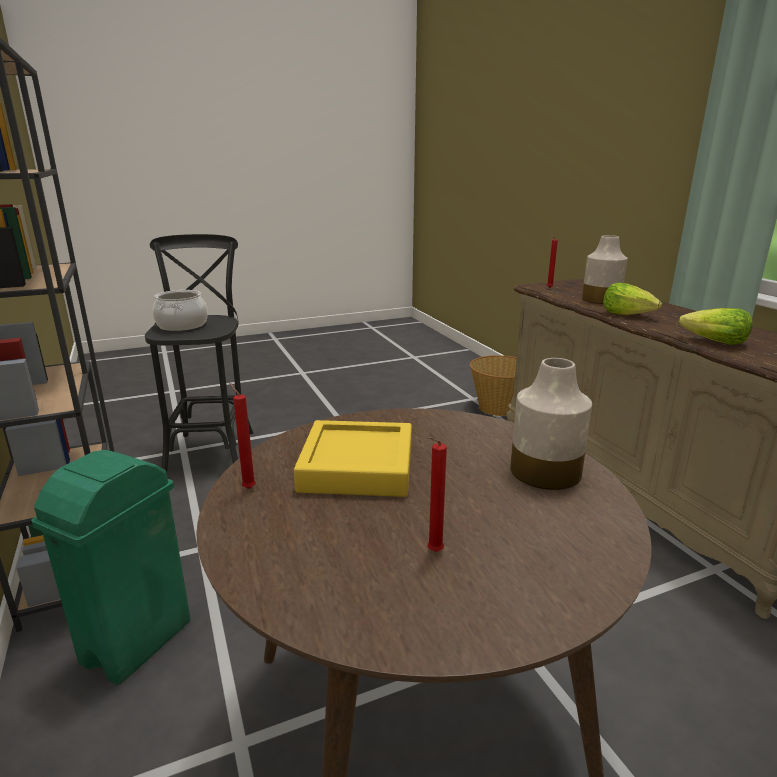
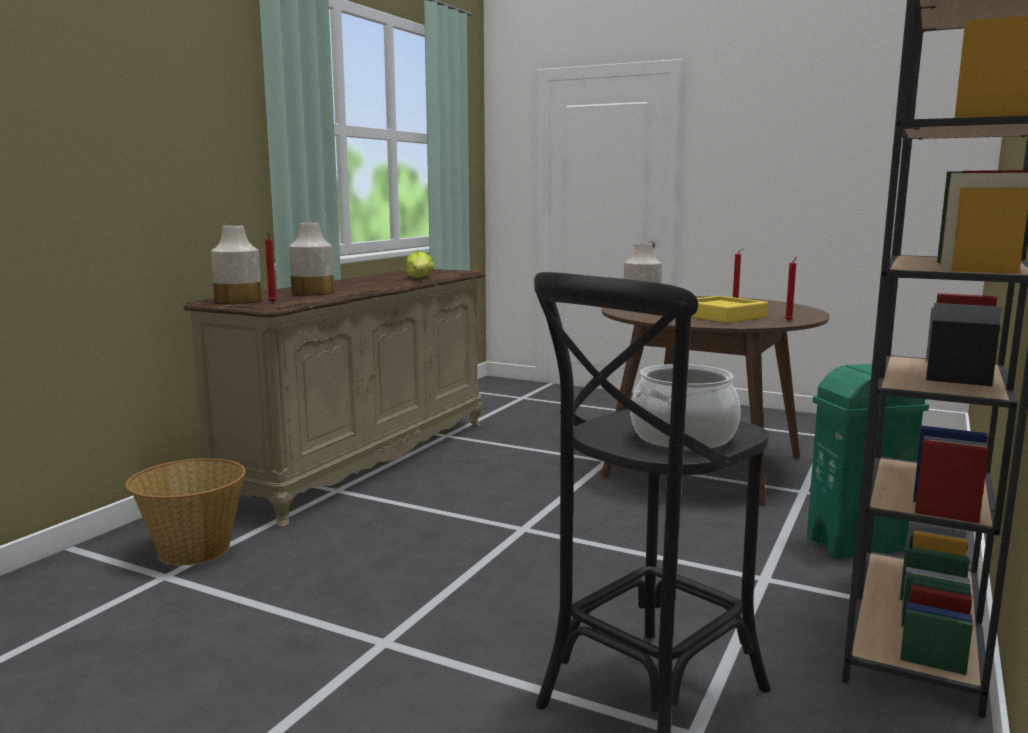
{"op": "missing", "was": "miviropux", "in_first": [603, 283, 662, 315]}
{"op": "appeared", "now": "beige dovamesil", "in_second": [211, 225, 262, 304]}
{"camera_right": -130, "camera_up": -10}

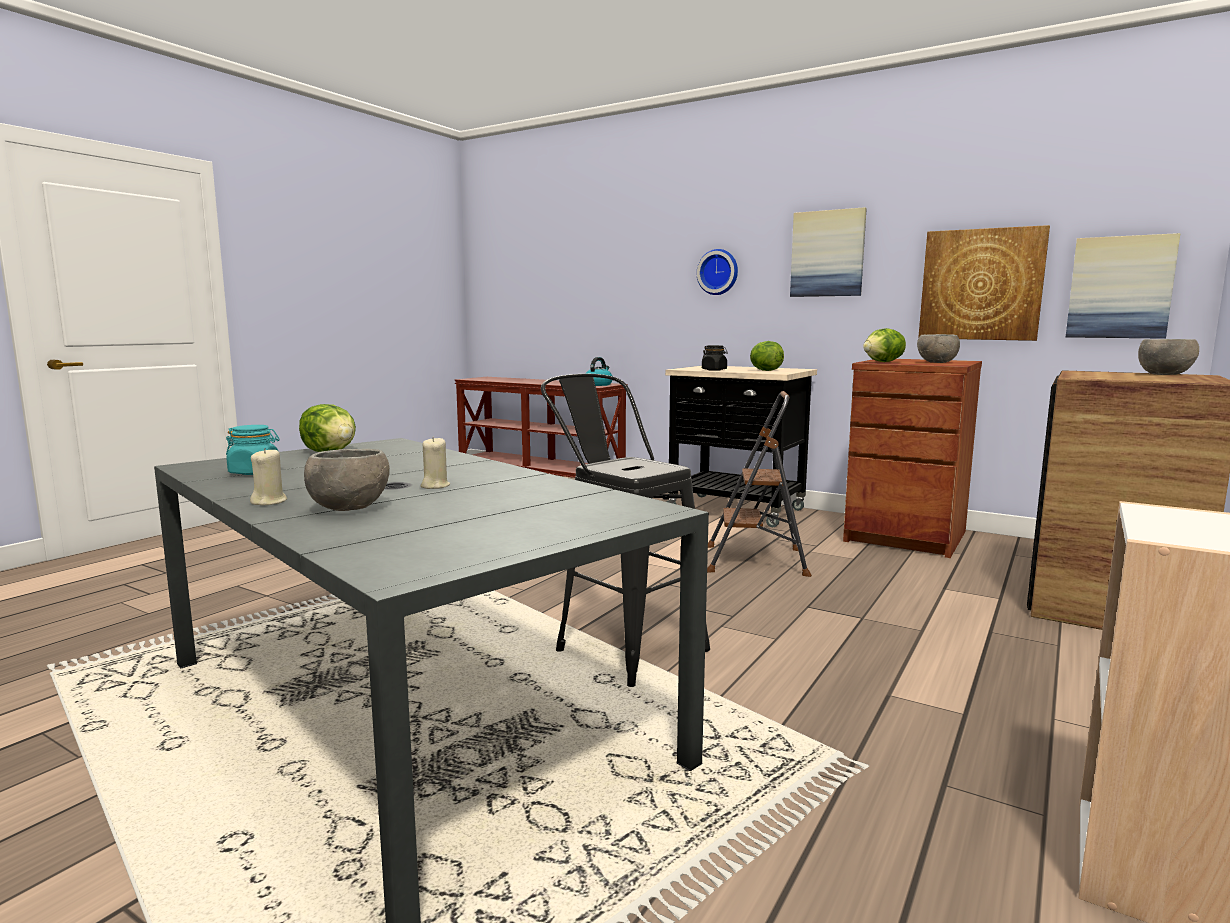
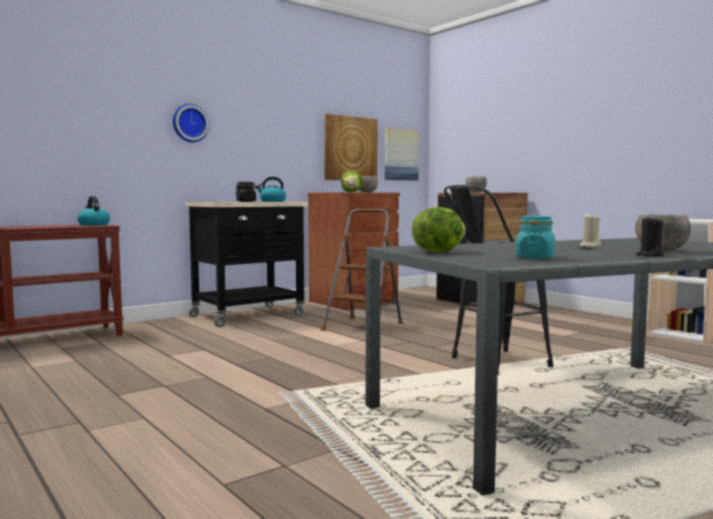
{"op": "missing", "was": "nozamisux", "in_first": [790, 207, 867, 297]}
{"op": "exchanged", "was": "miviropux", "now": "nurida", "in_first": [750, 341, 784, 371], "in_second": [257, 177, 286, 202]}
{"op": "colour", "was": "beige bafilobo", "now": "black bafilobo", "in_first": [250, 448, 287, 506], "in_second": [636, 216, 664, 256]}
{"camera_right": -70, "camera_up": -5}

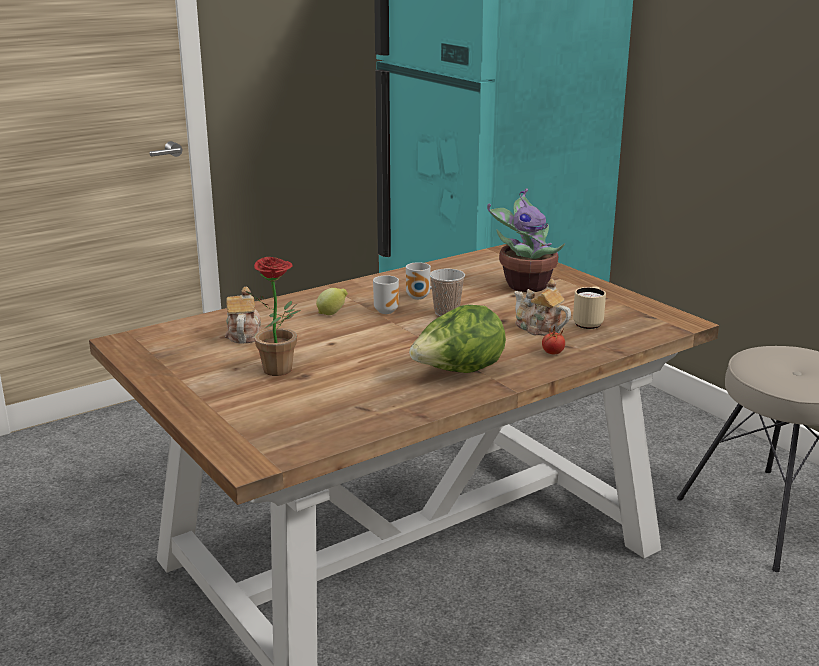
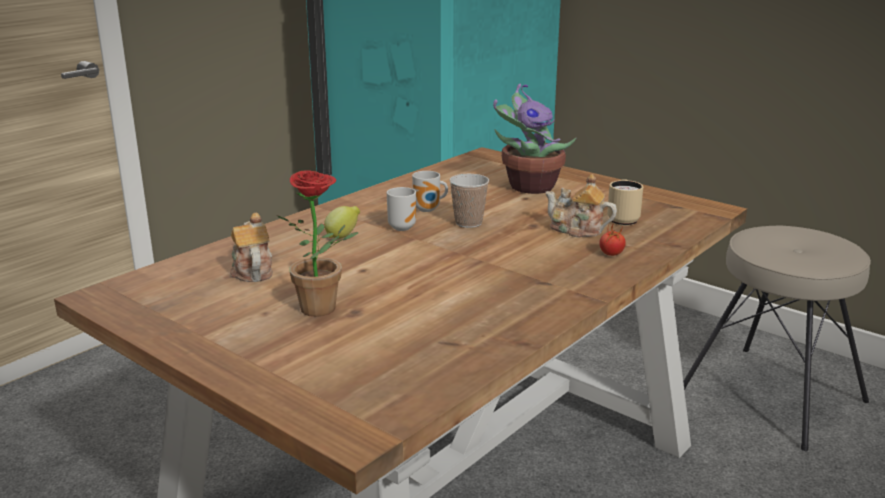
{"op": "missing", "was": "miviropux", "in_first": [409, 305, 506, 373]}
{"camera_right": -15, "camera_up": 0}

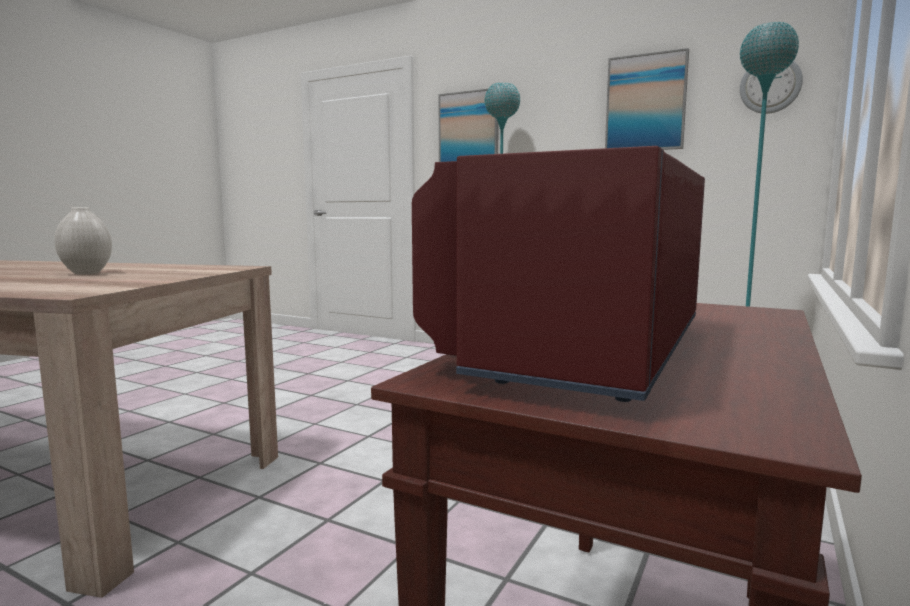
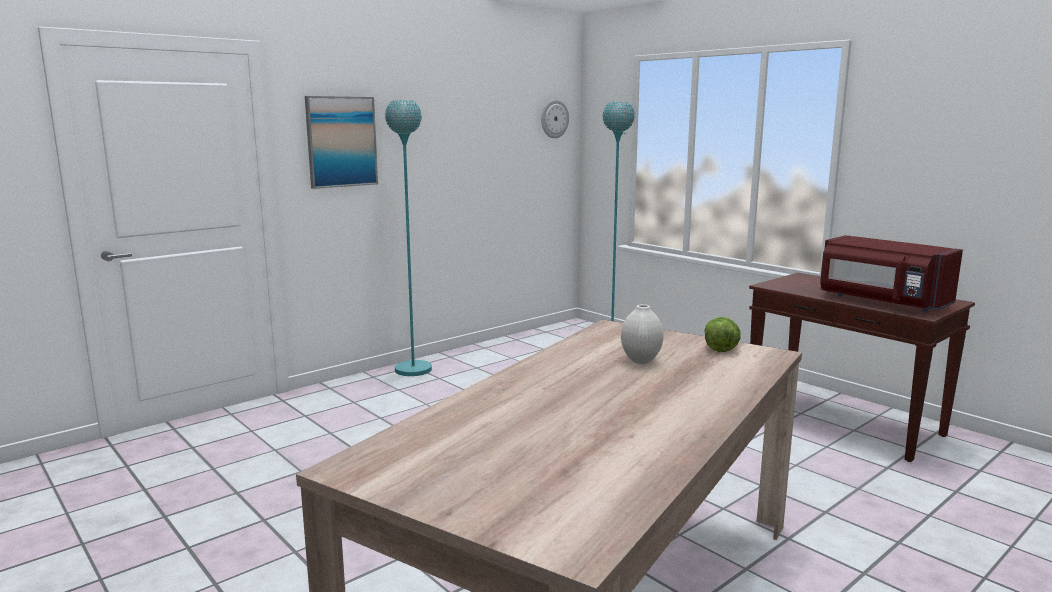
{"op": "missing", "was": "nozamisux", "in_first": [605, 48, 689, 150]}
{"op": "appeared", "now": "miviropux", "in_second": [705, 317, 741, 352]}
{"camera_right": -70, "camera_up": 5}

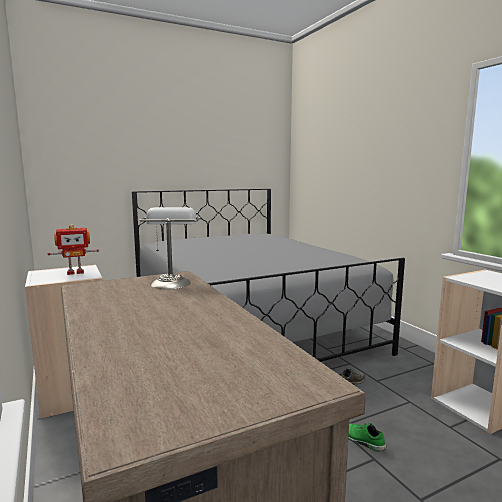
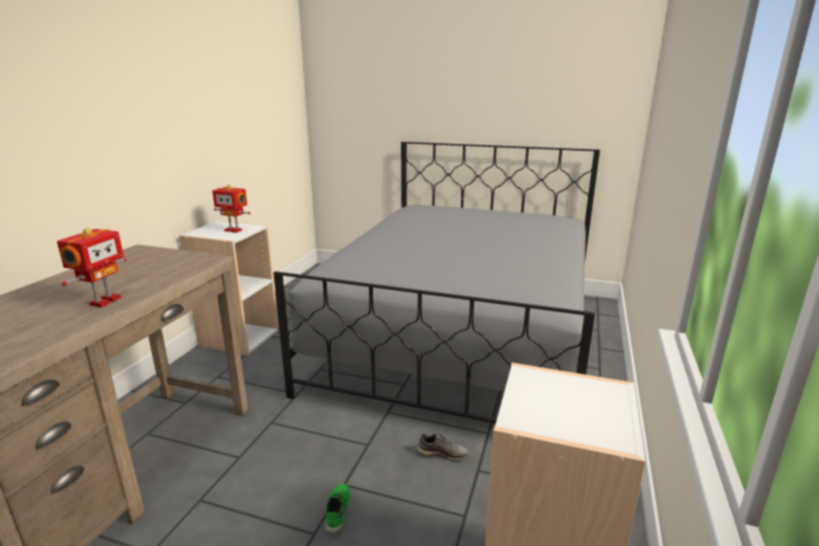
{"op": "missing", "was": "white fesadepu", "in_first": [139, 207, 201, 289]}
{"op": "appeared", "now": "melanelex", "in_second": [57, 228, 127, 307]}
{"camera_right": 45, "camera_up": 10}

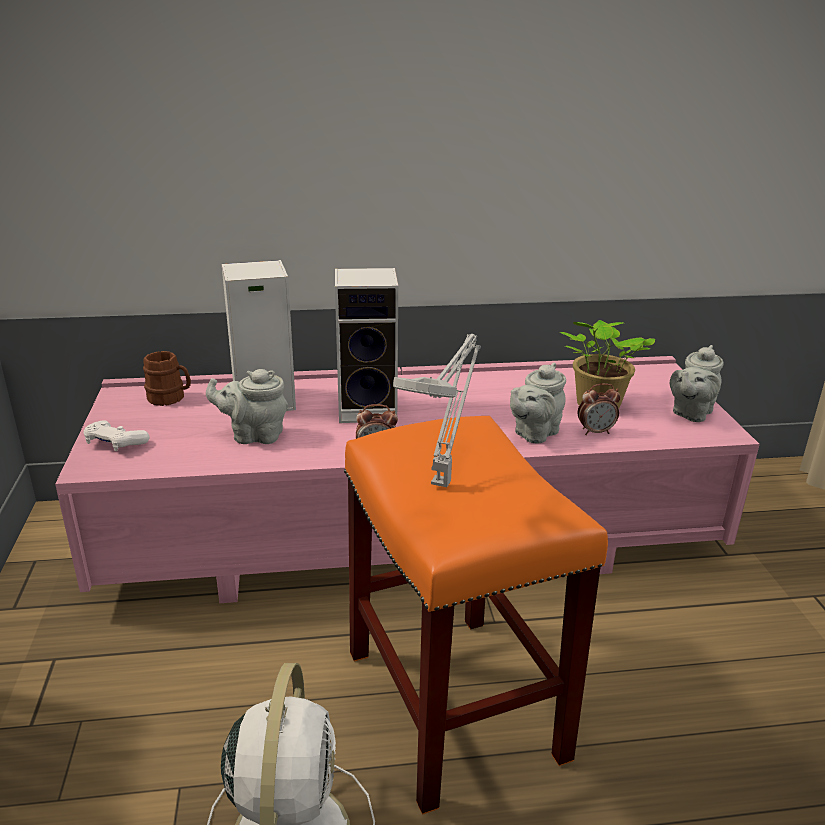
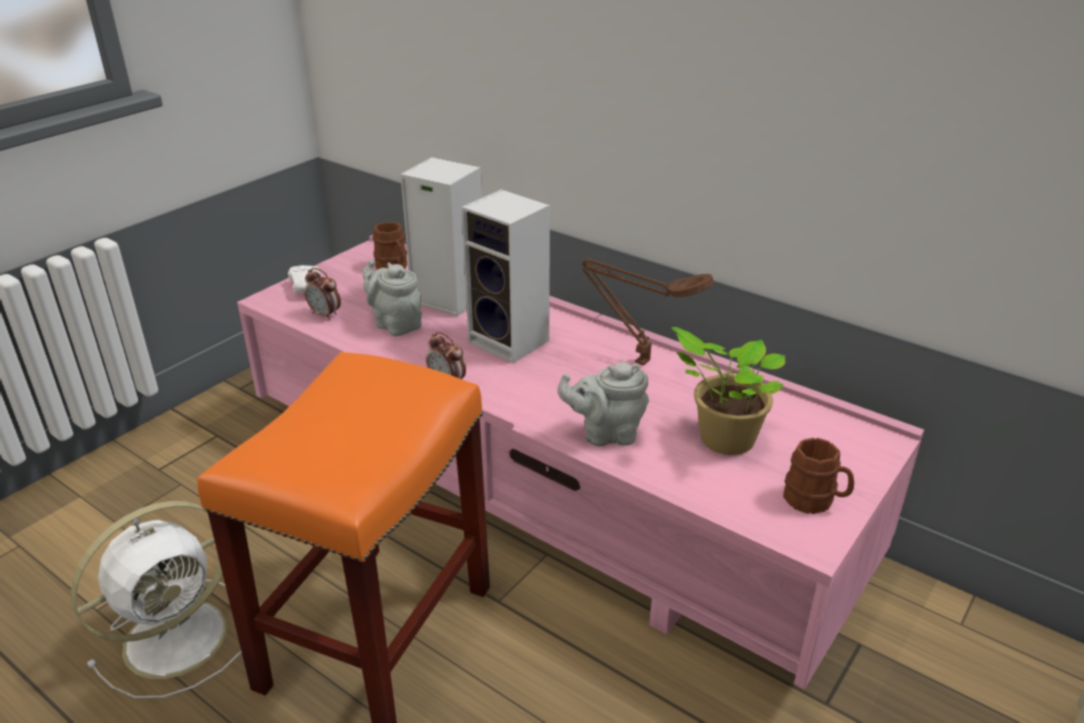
{"op": "missing", "was": "grey fesadepu", "in_first": [393, 334, 481, 487]}
{"op": "appeared", "now": "brown fesadepu", "in_second": [582, 258, 714, 365]}
{"op": "relocated", "was": "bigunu", "in_first": [577, 383, 620, 435], "in_second": [304, 268, 341, 320]}
{"op": "exchanged", "was": "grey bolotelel", "now": "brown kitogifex", "in_first": [670, 345, 724, 422], "in_second": [783, 438, 854, 514]}
{"camera_right": 45, "camera_up": 5}

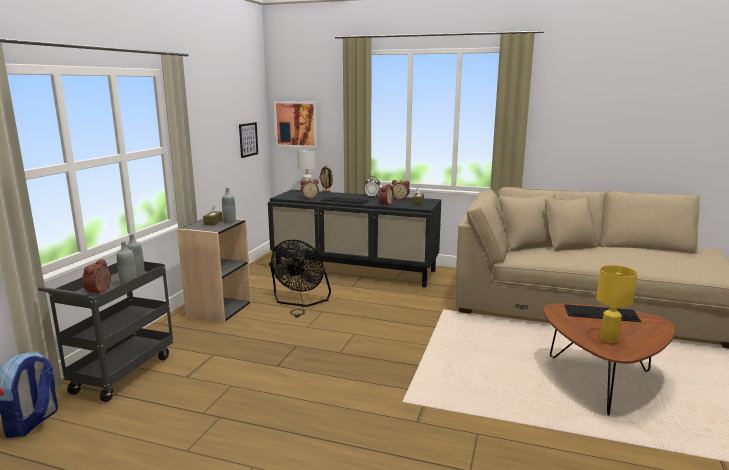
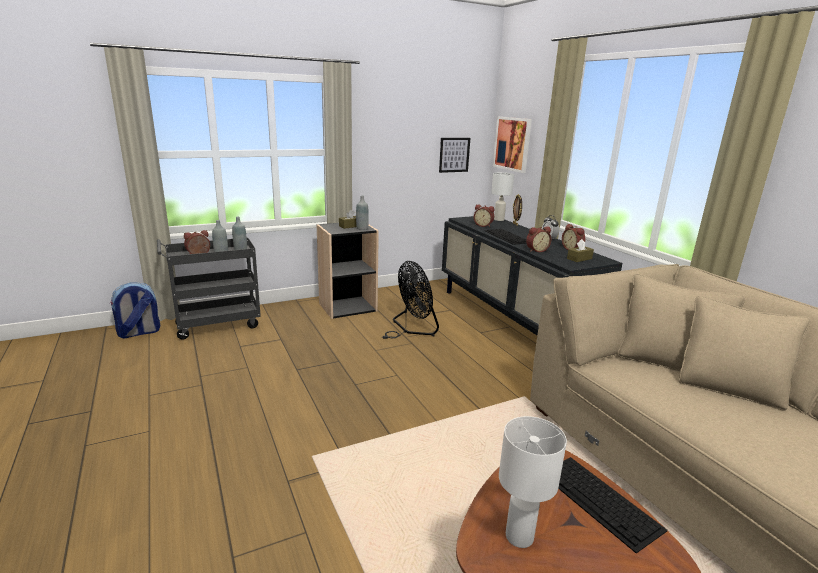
{"op": "colour", "was": "yellow fesadepu", "now": "white fesadepu", "in_first": [597, 265, 638, 343], "in_second": [499, 416, 567, 548]}
{"camera_right": 45, "camera_up": 5}

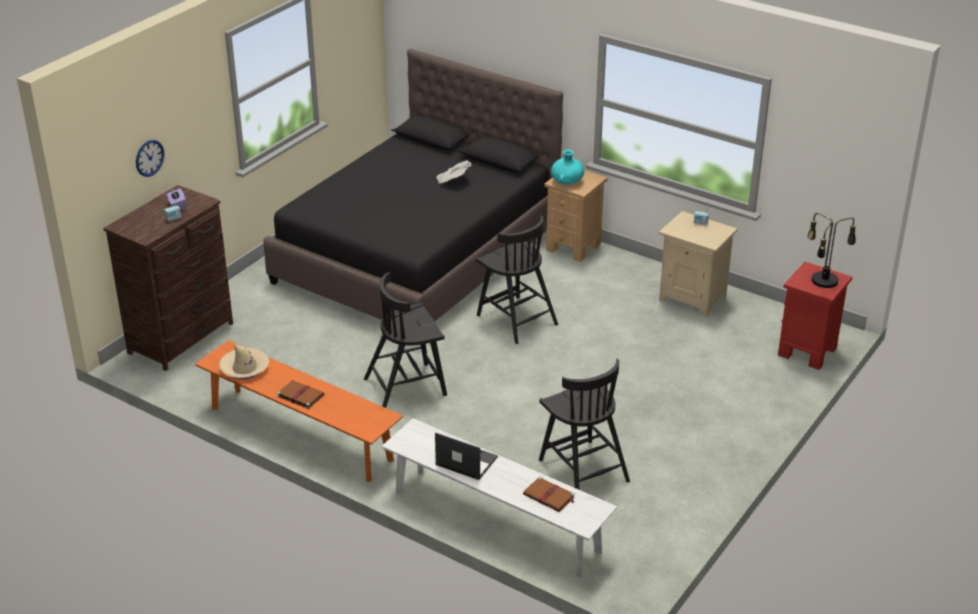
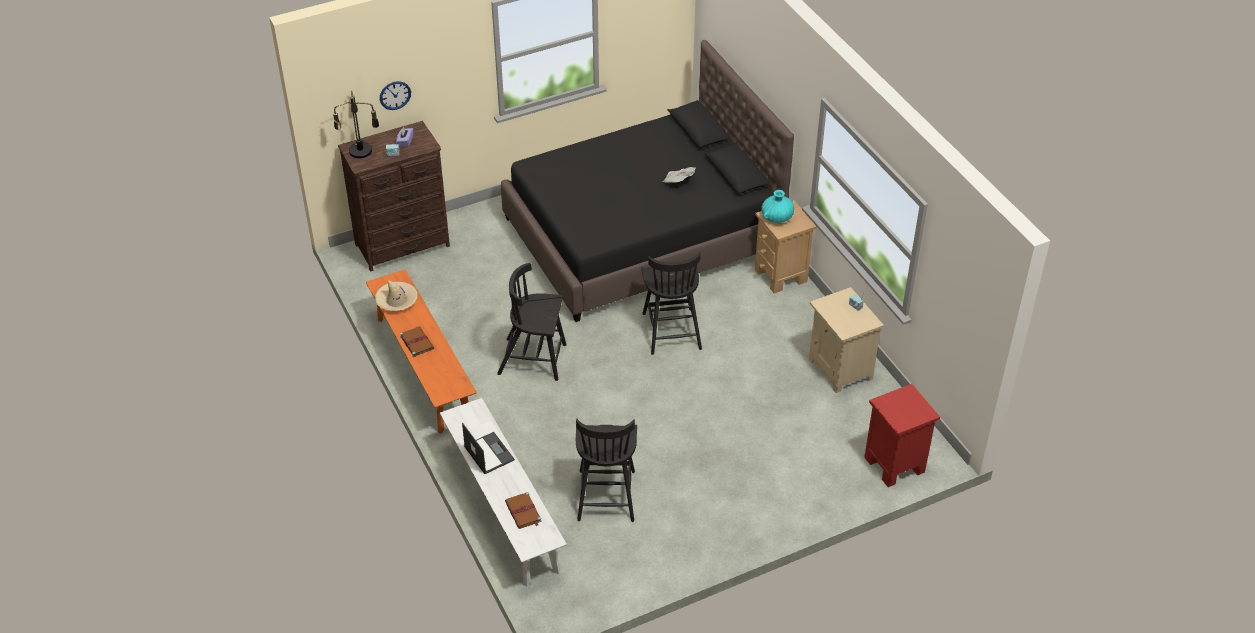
{"op": "relocated", "was": "fesadepu", "in_first": [808, 213, 856, 288], "in_second": [333, 91, 379, 158]}
{"camera_right": 30, "camera_up": 10}

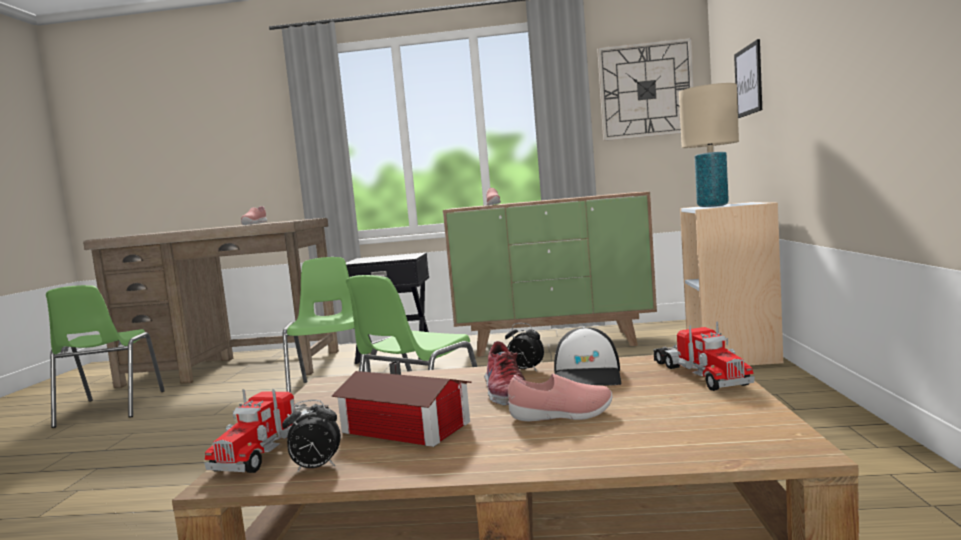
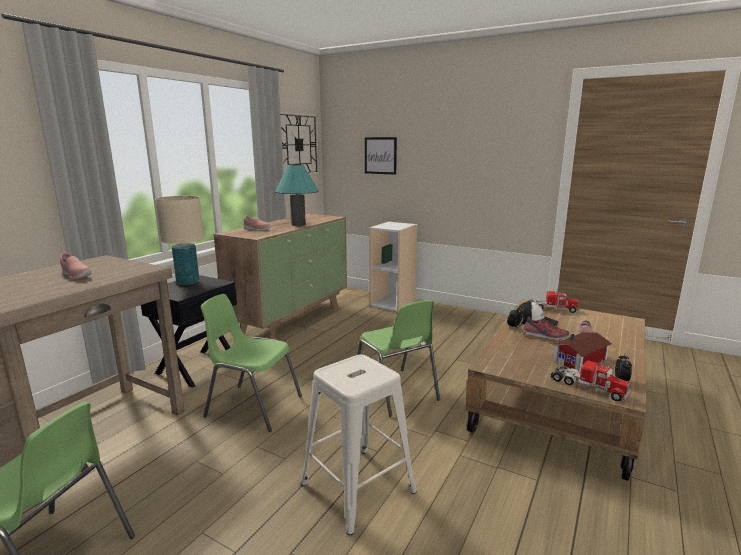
{"op": "appeared", "now": "turquoise fesadepu", "in_second": [275, 164, 319, 226]}
{"op": "appeared", "now": "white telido", "in_second": [300, 354, 417, 535]}
{"op": "relocated", "was": "beige fesadepu", "in_first": [679, 83, 739, 207], "in_second": [155, 196, 204, 285]}
{"camera_right": -65, "camera_up": 10}

